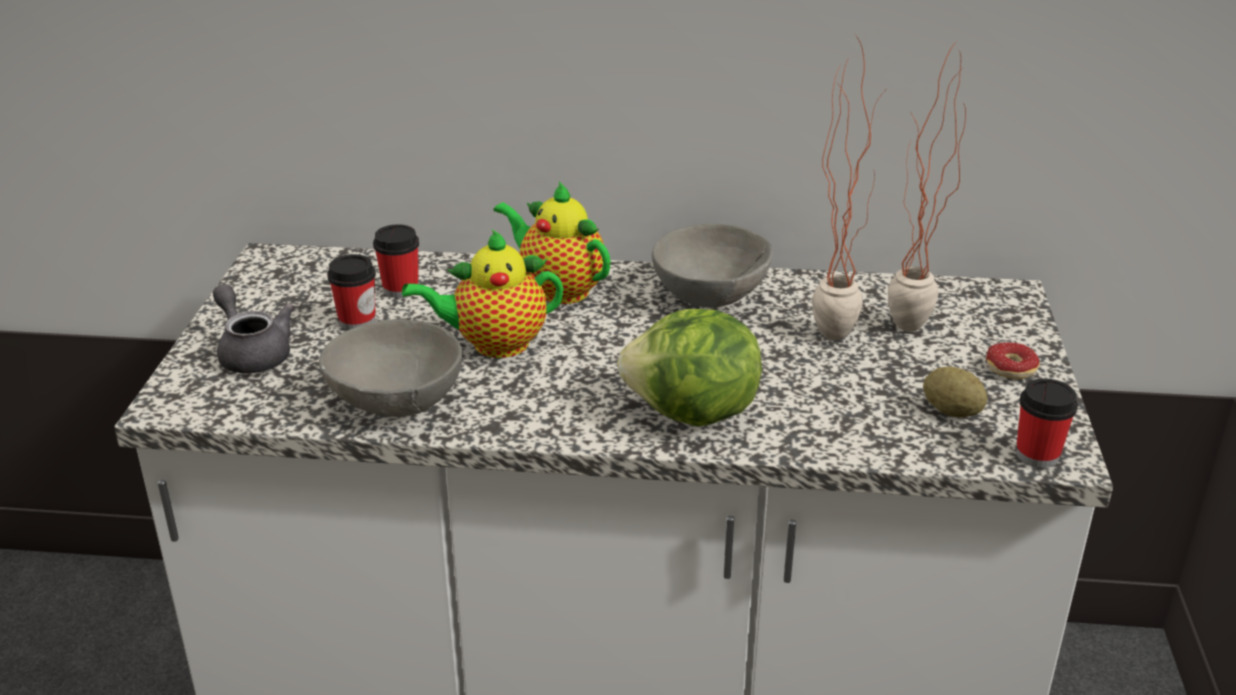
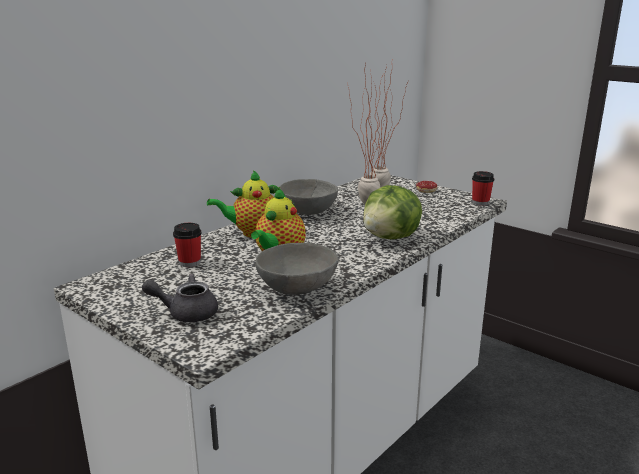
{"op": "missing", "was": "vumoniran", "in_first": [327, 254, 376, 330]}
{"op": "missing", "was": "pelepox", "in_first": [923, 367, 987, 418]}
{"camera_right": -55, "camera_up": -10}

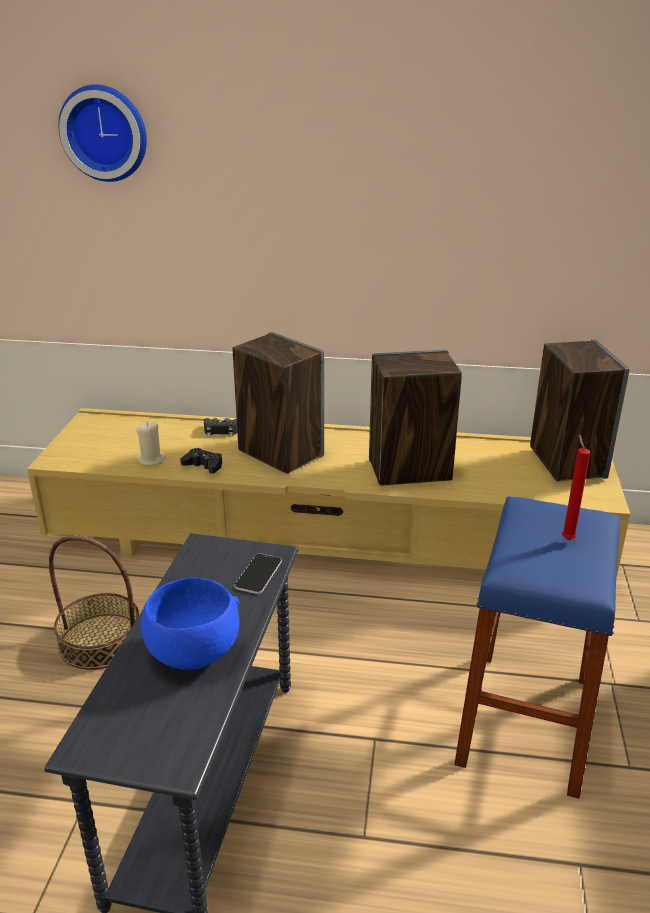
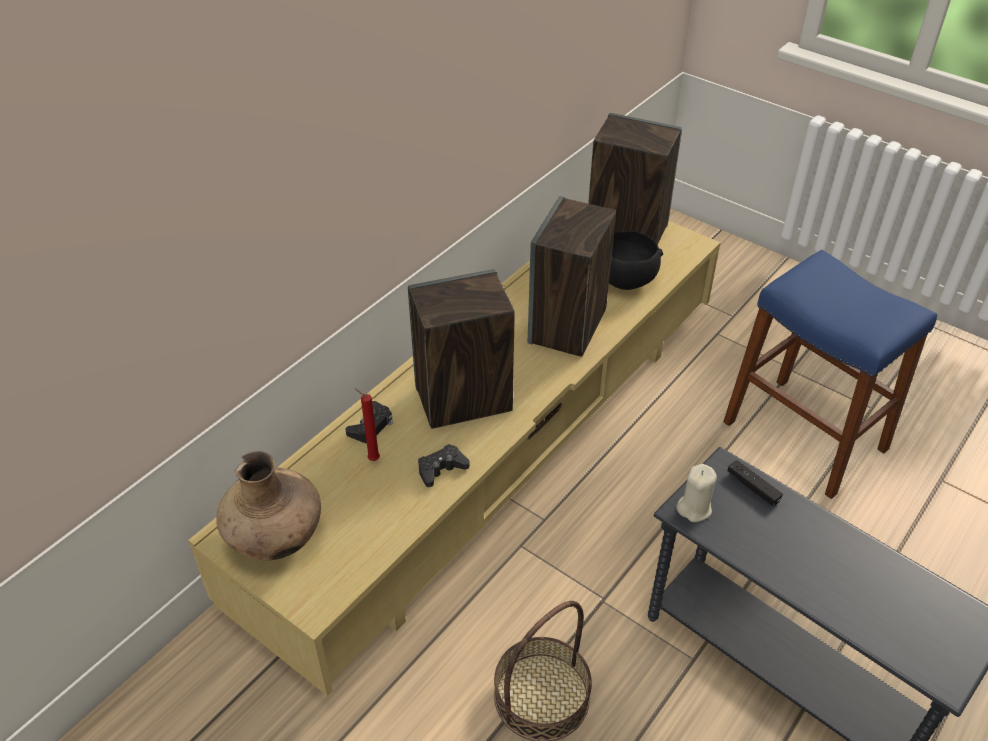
{"op": "missing", "was": "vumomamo", "in_first": [58, 84, 147, 182]}
{"op": "missing", "was": "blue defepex", "in_first": [141, 578, 240, 670]}
{"op": "appeared", "now": "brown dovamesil", "in_second": [216, 451, 321, 561]}
{"op": "appeared", "now": "black defepex", "in_second": [609, 231, 663, 290]}
{"op": "relocated", "was": "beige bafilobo", "in_first": [136, 422, 166, 466], "in_second": [676, 464, 717, 522]}
{"op": "relocated", "was": "red bafilobo", "in_first": [562, 435, 590, 540], "in_second": [355, 388, 380, 461]}
{"op": "exchanged", "was": "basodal", "now": "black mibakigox", "in_first": [235, 553, 282, 594], "in_second": [727, 460, 783, 506]}
{"camera_right": -60, "camera_up": 15}

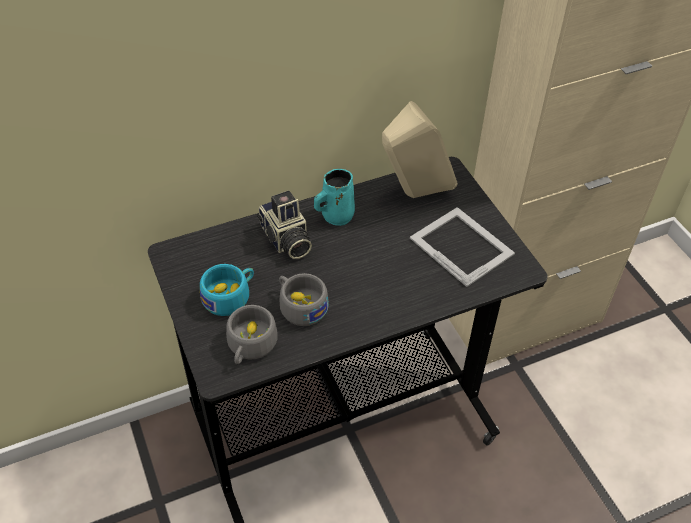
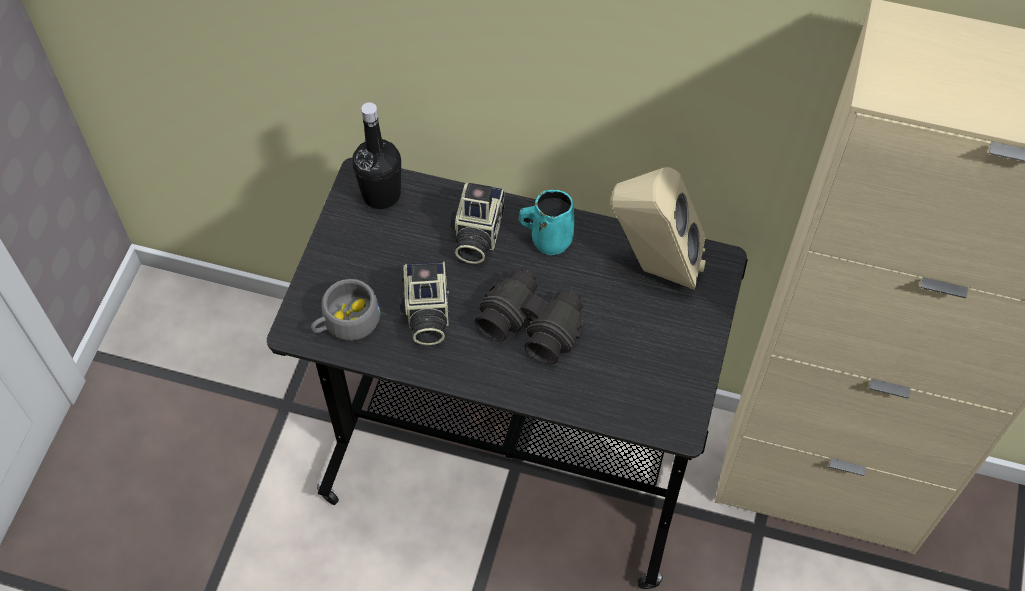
{"op": "missing", "was": "turquoise vumoniran", "in_first": [200, 264, 254, 316]}
{"op": "missing", "was": "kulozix", "in_first": [410, 207, 515, 287]}
{"op": "appeared", "now": "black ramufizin", "in_second": [352, 102, 401, 209]}
{"op": "appeared", "now": "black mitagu", "in_second": [475, 268, 584, 364]}
{"op": "exchanged", "was": "grey vumoniran", "now": "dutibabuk", "in_first": [279, 273, 329, 326], "in_second": [399, 261, 449, 345]}
{"camera_right": 40, "camera_up": 10}

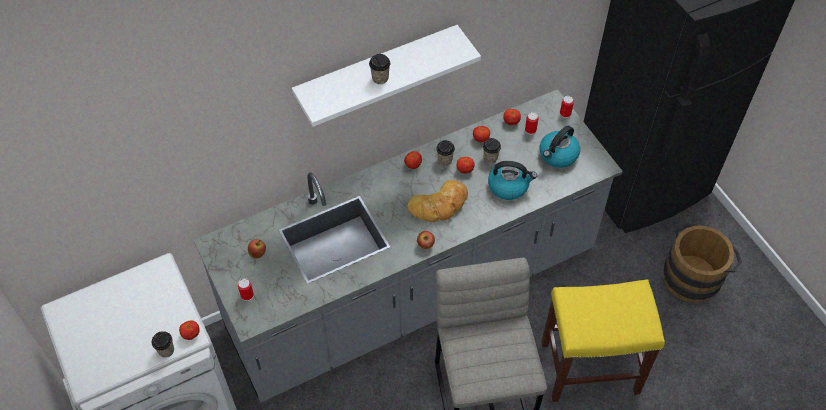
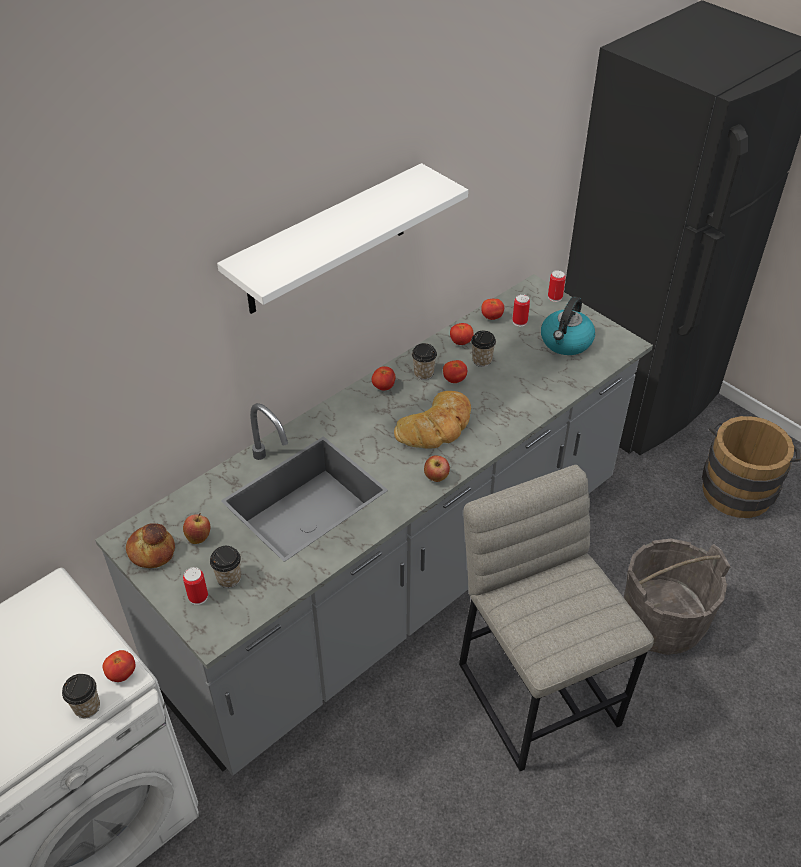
{"op": "missing", "was": "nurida", "in_first": [488, 161, 537, 200]}
{"op": "appeared", "now": "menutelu", "in_second": [126, 523, 175, 568]}
{"op": "relocated", "was": "vumoniran", "in_first": [369, 54, 390, 84], "in_second": [210, 546, 241, 588]}
{"op": "exchanged", "was": "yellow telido", "now": "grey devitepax", "in_first": [541, 279, 665, 402], "in_second": [624, 539, 731, 655]}
{"camera_right": -15, "camera_up": -10}

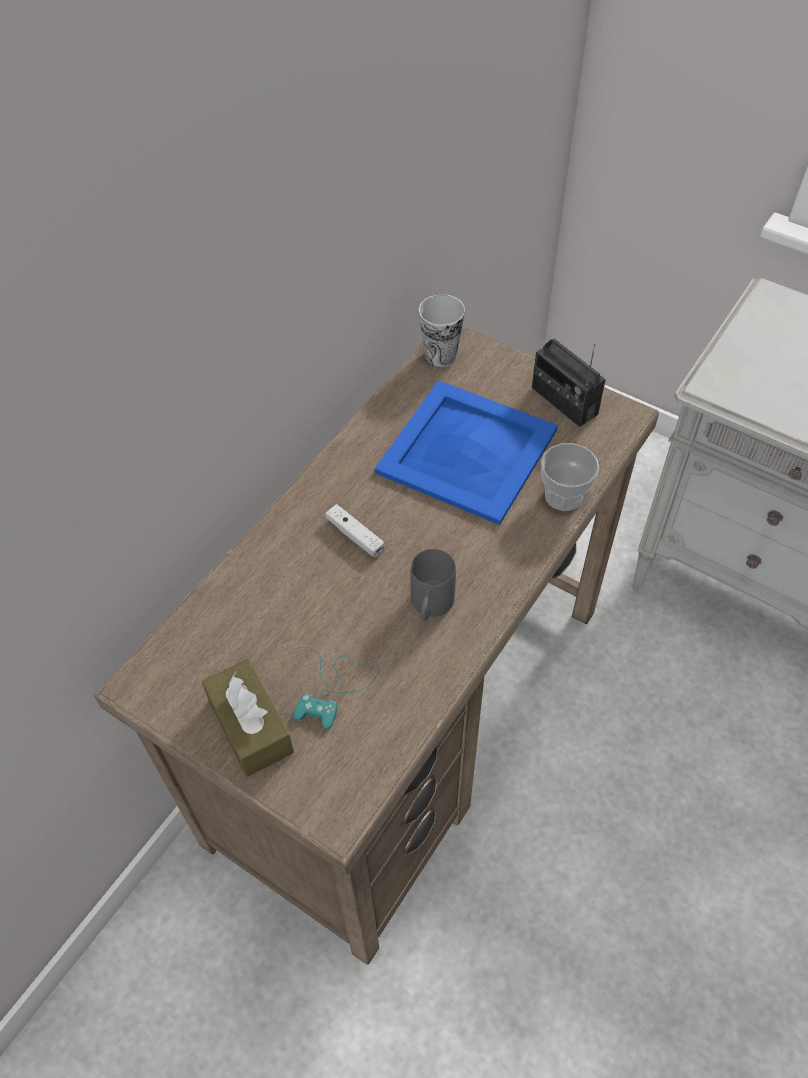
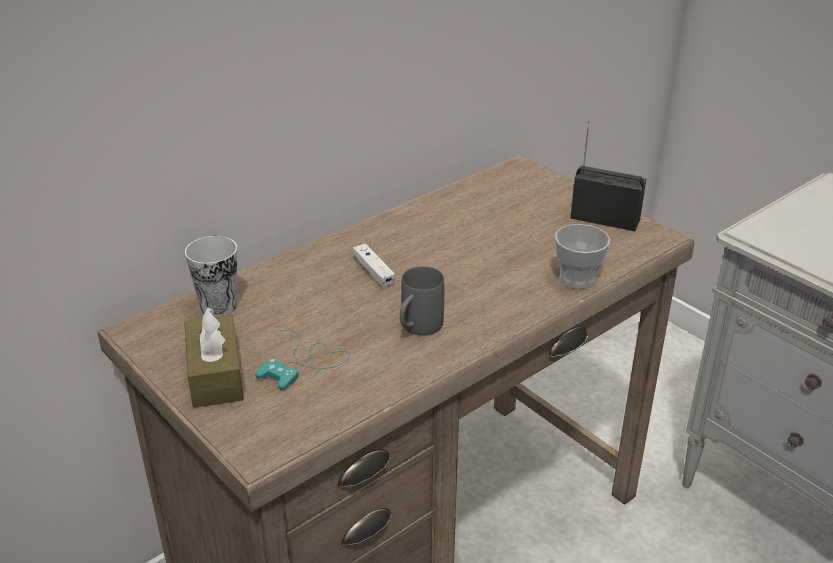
{"op": "missing", "was": "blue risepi", "in_first": [375, 380, 558, 525]}
{"op": "relocated", "was": "vumoniran", "in_first": [419, 294, 465, 368], "in_second": [185, 236, 238, 317]}
{"op": "spun", "was": "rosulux", "in_first": [532, 339, 606, 427], "in_second": [570, 121, 646, 231], "clockwise": 135}
{"camera_right": 15, "camera_up": -20}

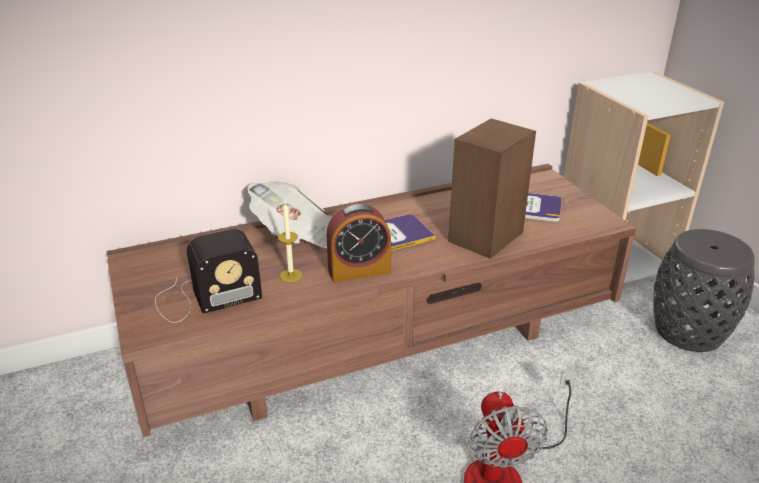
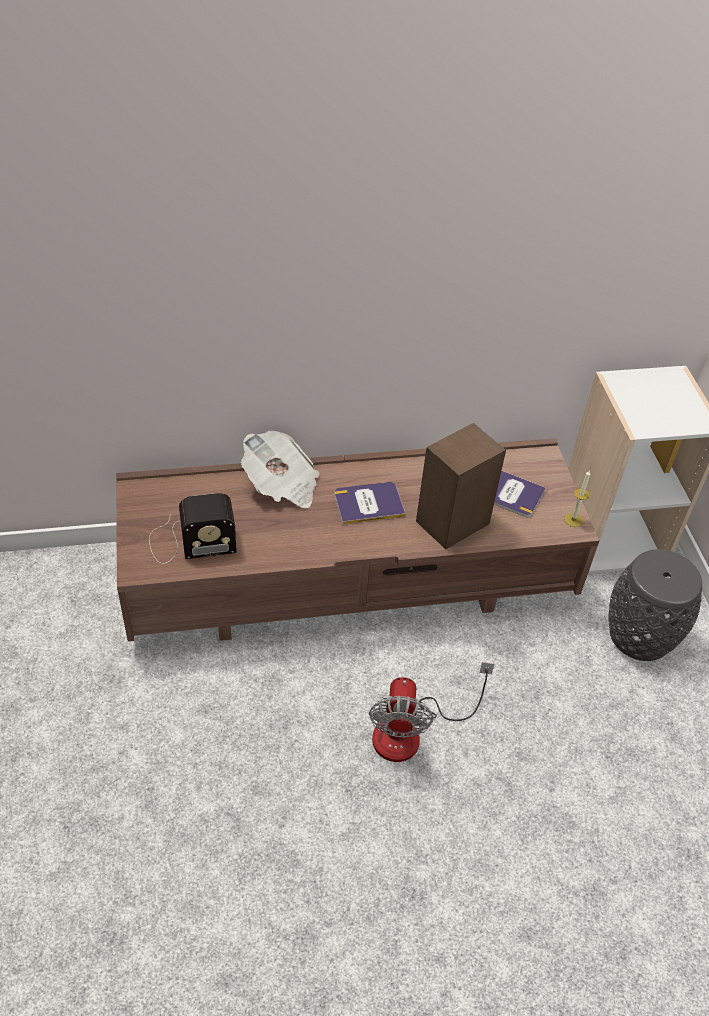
{"op": "missing", "was": "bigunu", "in_first": [327, 204, 391, 282]}
{"op": "relocated", "was": "bafilobo", "in_first": [278, 203, 302, 282], "in_second": [564, 471, 590, 527]}
{"camera_right": 10, "camera_up": 15}

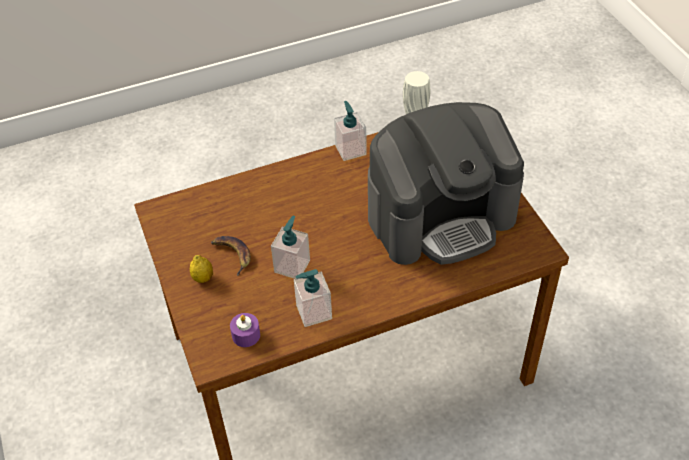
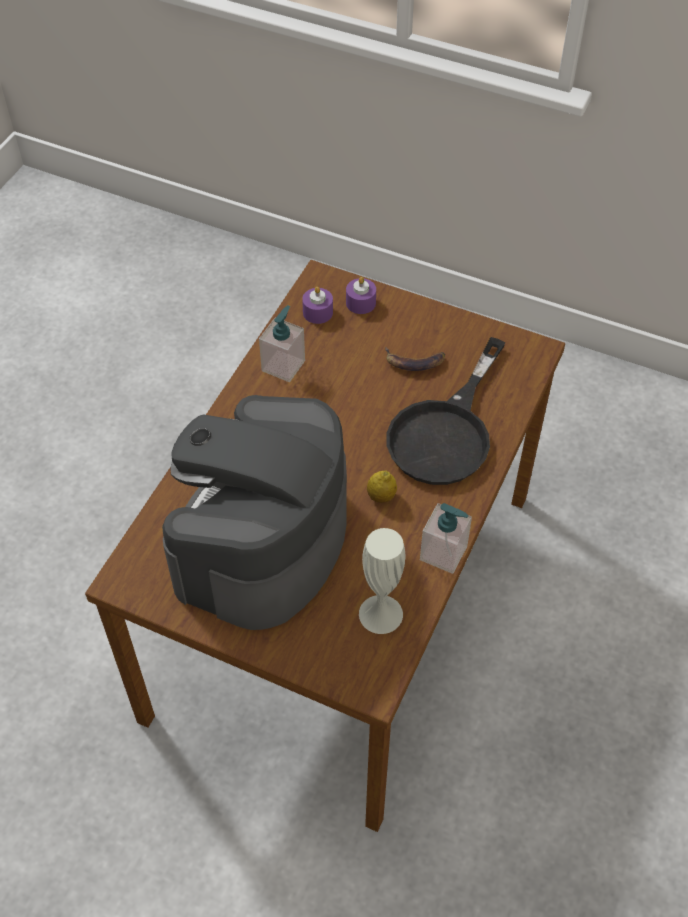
{"op": "missing", "was": "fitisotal", "in_first": [271, 216, 310, 279]}
{"op": "appeared", "now": "purple bafilobo", "in_second": [346, 277, 376, 314]}
{"op": "appeared", "now": "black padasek", "in_second": [386, 337, 505, 485]}
{"op": "relocated", "was": "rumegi", "in_first": [190, 255, 213, 283], "in_second": [367, 471, 397, 503]}
{"camera_right": 135, "camera_up": 5}

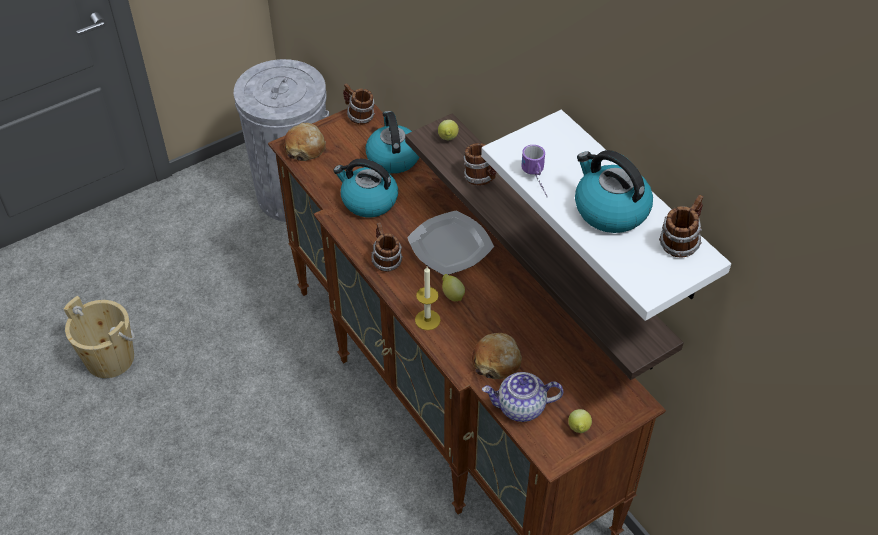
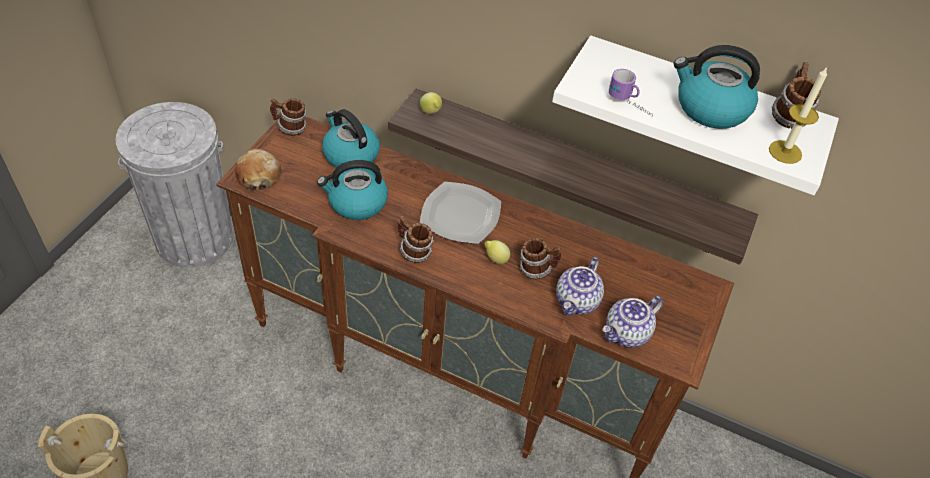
{"op": "missing", "was": "rumegi", "in_first": [569, 409, 592, 433]}
{"op": "relocated", "was": "bafilobo", "in_first": [415, 267, 441, 330], "in_second": [769, 67, 827, 164]}
{"op": "relocated", "was": "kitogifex", "in_first": [463, 143, 497, 186], "in_second": [520, 238, 561, 280]}
{"op": "exchanged", "was": "menutelu", "now": "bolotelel", "in_first": [472, 333, 522, 379], "in_second": [556, 257, 604, 316]}
{"camera_right": -35, "camera_up": 0}

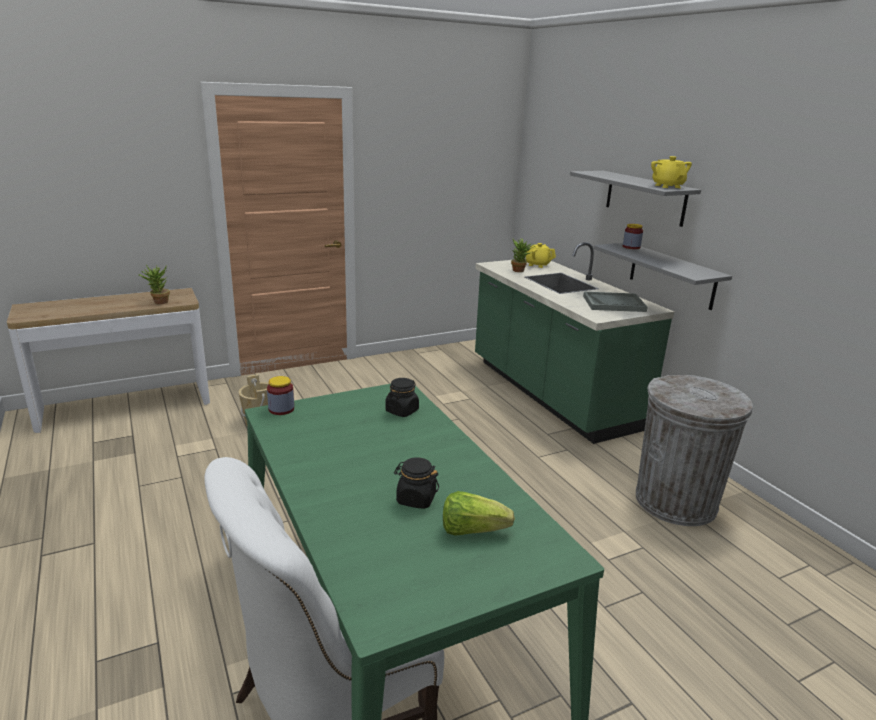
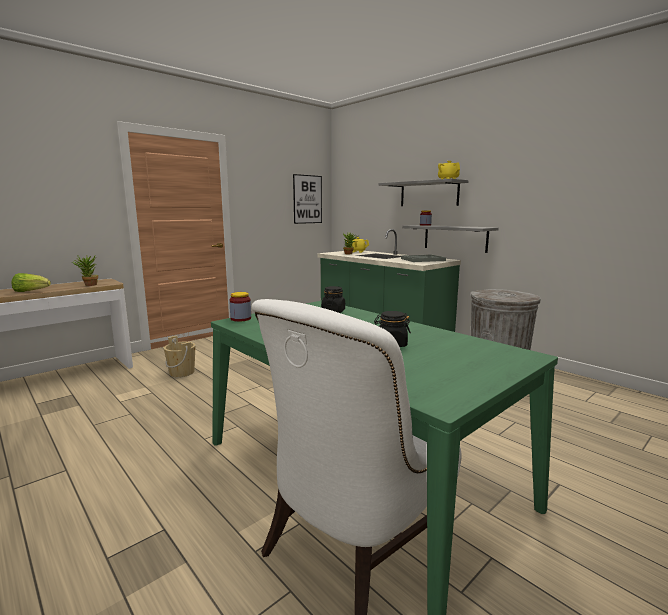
{"op": "appeared", "now": "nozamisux", "in_second": [293, 174, 322, 224]}
{"op": "relocated", "was": "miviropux", "in_first": [443, 491, 515, 536], "in_second": [12, 273, 51, 292]}
{"camera_right": -15, "camera_up": -10}

